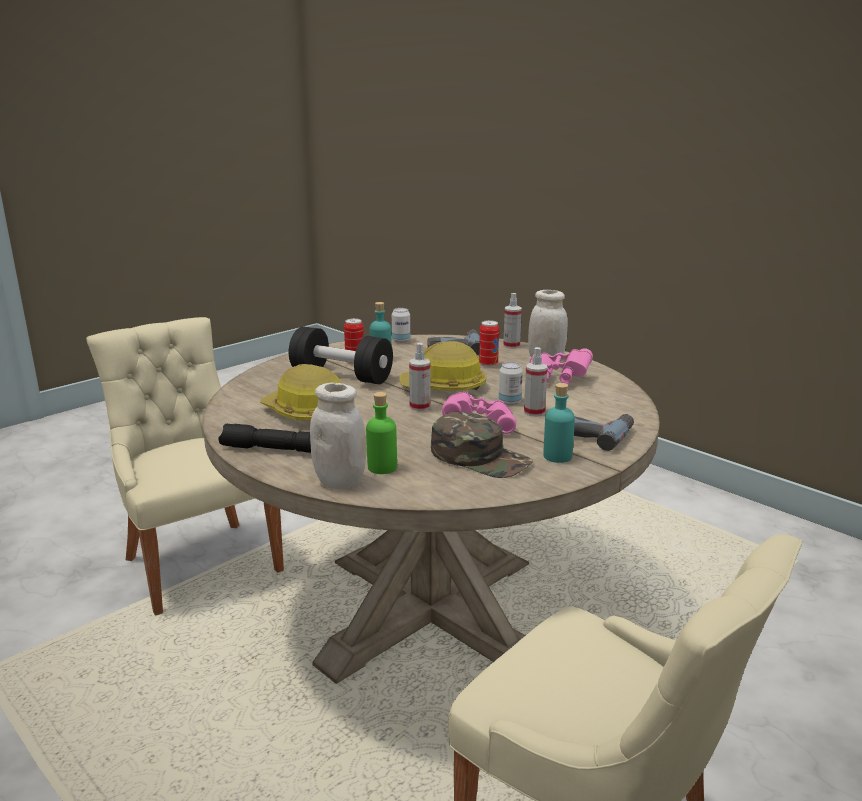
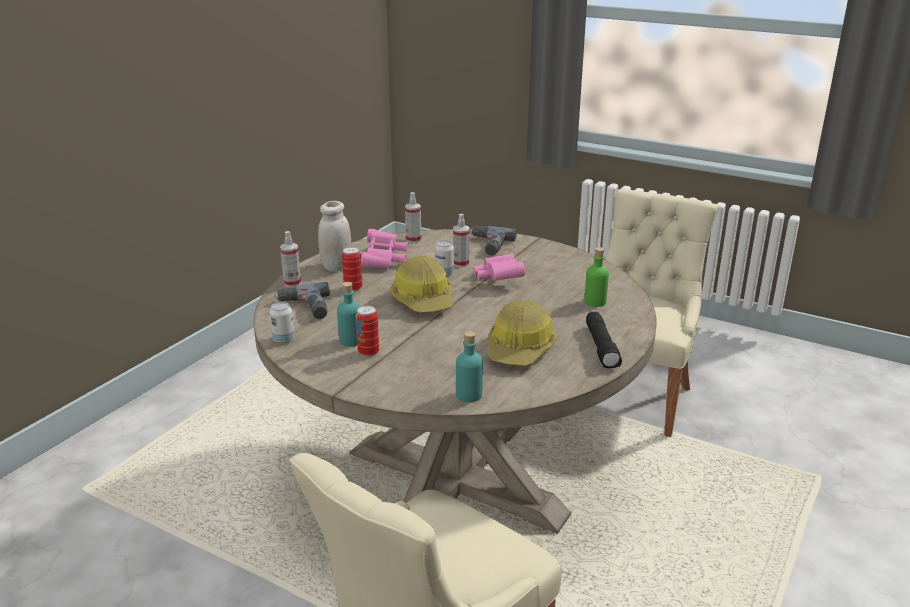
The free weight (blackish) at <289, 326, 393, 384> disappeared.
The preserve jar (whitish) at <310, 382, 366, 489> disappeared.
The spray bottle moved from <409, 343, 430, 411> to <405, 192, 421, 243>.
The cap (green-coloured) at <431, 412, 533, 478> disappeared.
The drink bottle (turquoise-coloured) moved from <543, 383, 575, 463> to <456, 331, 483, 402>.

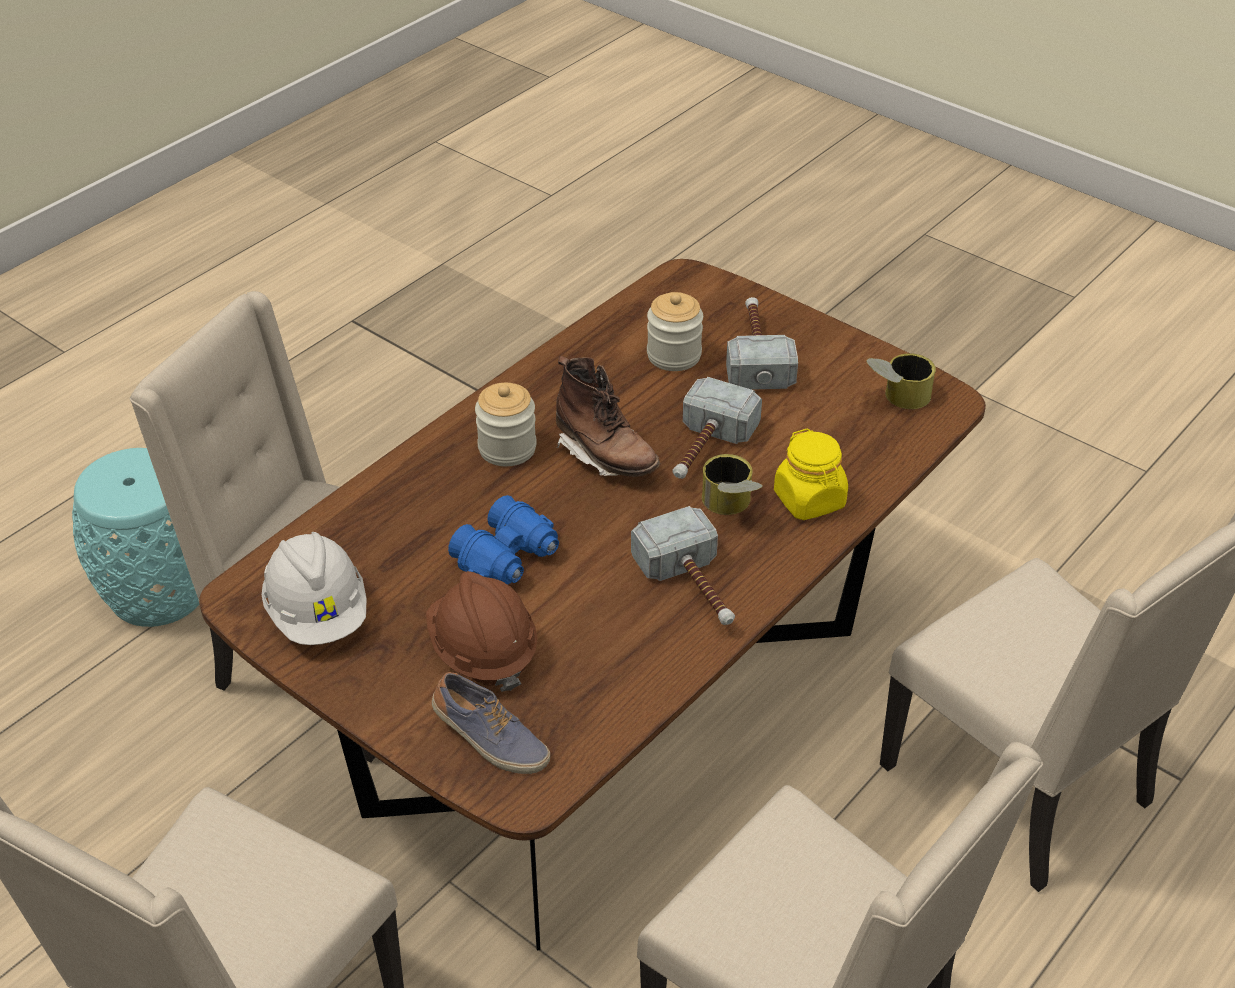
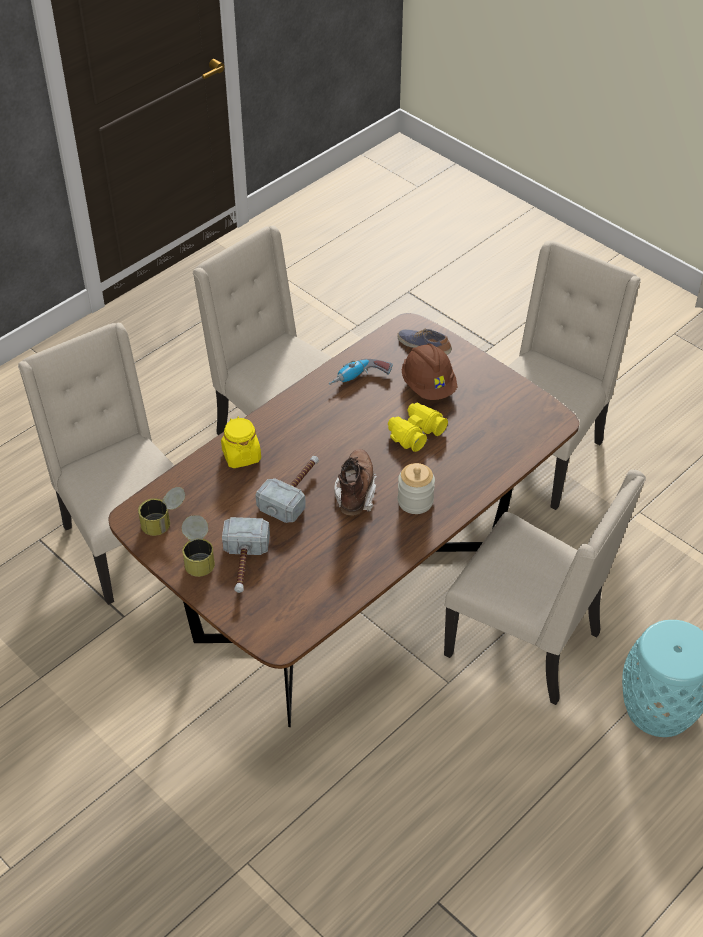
The safety helmet (whitish) at <262, 532, 367, 645> disappeared.
The pair of binoculars (bluish) at <448, 495, 559, 585> became the pair of binoculars (yellowish) at <388, 403, 448, 452>.
The boot (brown-coloured) at <556, 356, 660, 477> turned 45 degrees clockwise.
The tool hammer at <631, 506, 735, 625> disappeared.
The preserve jar at <647, 292, 703, 371> disappeared.
The can moved from <702, 454, 762, 515> to <181, 515, 215, 577>.
The power drill at <329, 359, 392, 385> appeared.

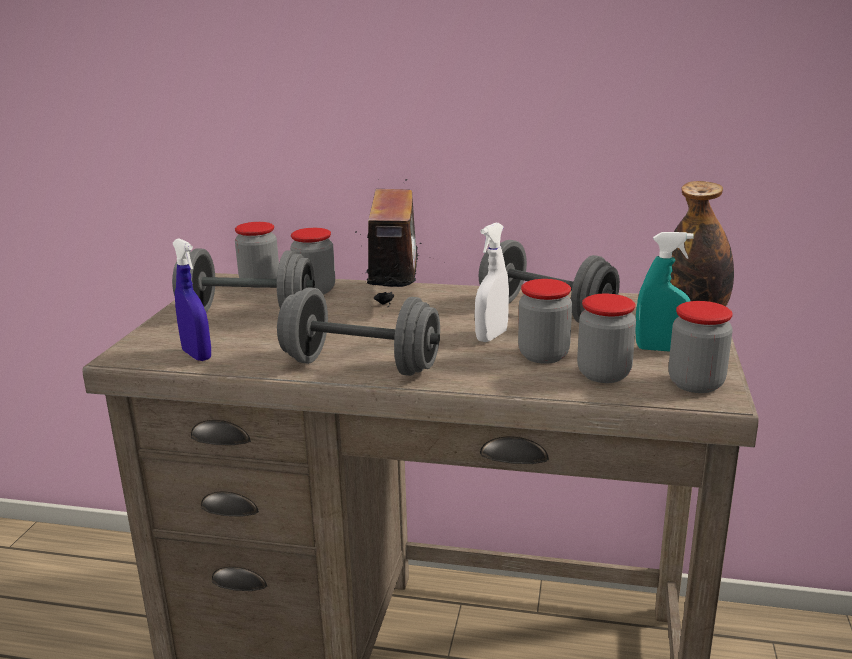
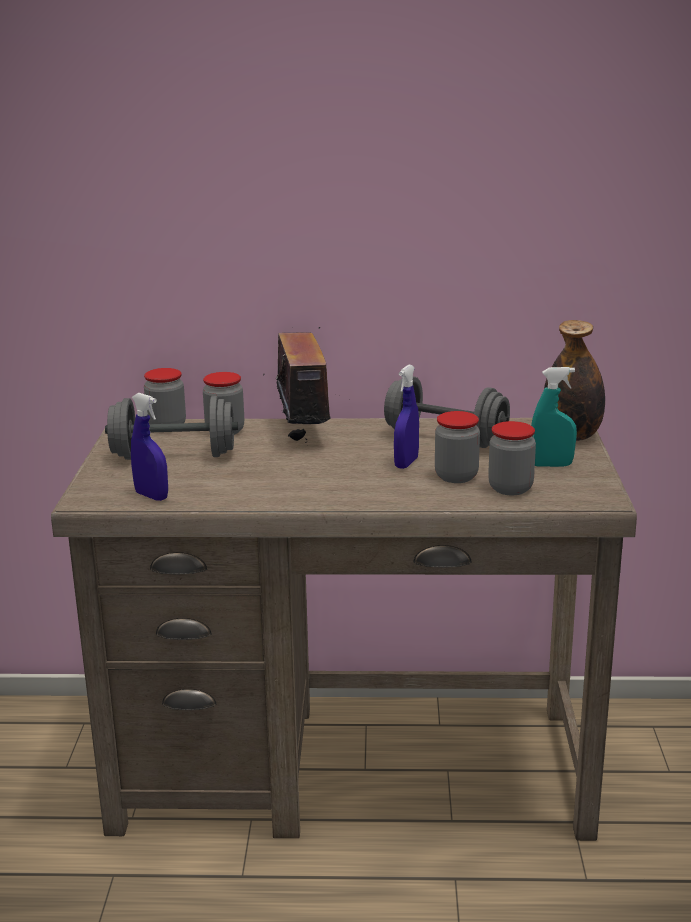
The free weight (gray) at <277, 287, 440, 376> disappeared.
The spray bottle (whitish) at <475, 223, 509, 342> became the spray bottle (bluish) at <394, 365, 419, 469>.
The preserve jar at <669, 301, 733, 393> disappeared.

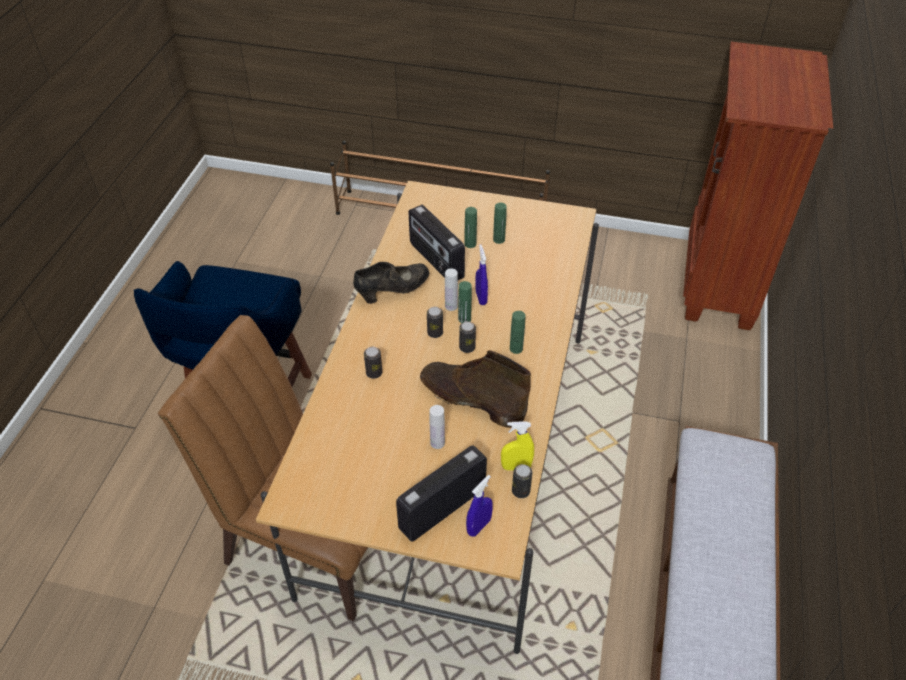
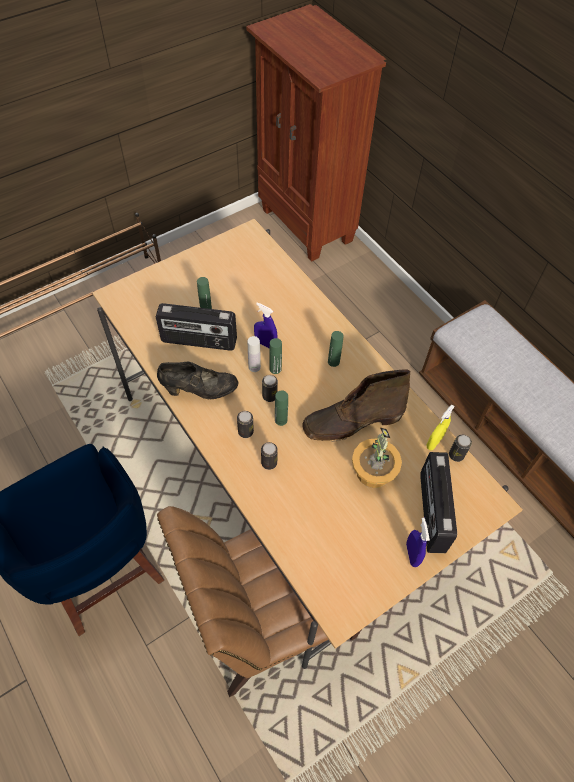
The shoe (blackish) at <353, 262, 429, 304> turned 75 degrees clockwise.
The drink bottle (whitish) at <430, 405, 445, 449> was replaced by the houseplant at <352, 427, 402, 488>.
The can moved from <459, 321, 476, 353> to <237, 411, 254, 438>.
The spray bottle (bluish) moved from <466, 475, 493, 537> to <406, 518, 430, 567>.
The drink bottle (green-coloured) moved from <493, 203, 507, 244> to <275, 390, 288, 426>.

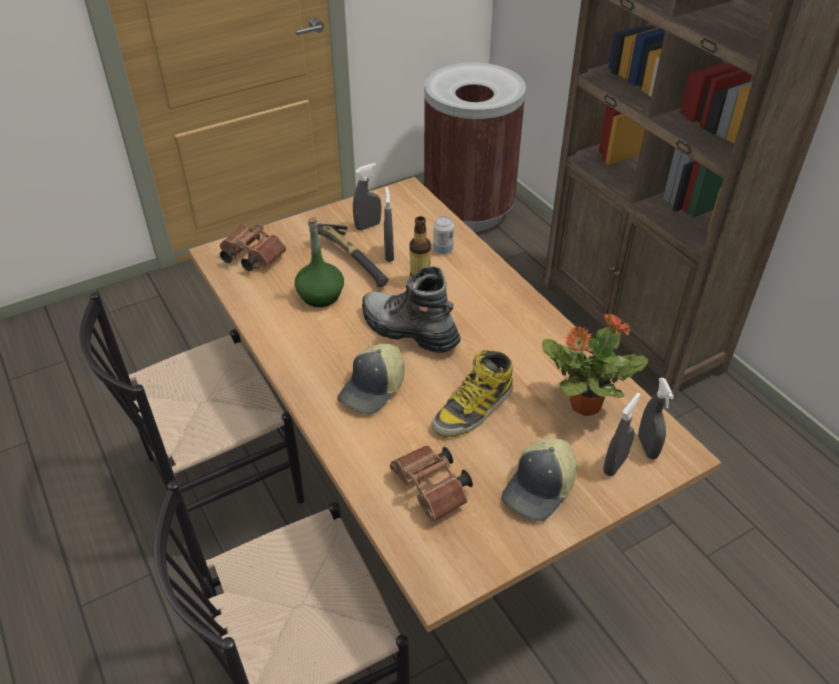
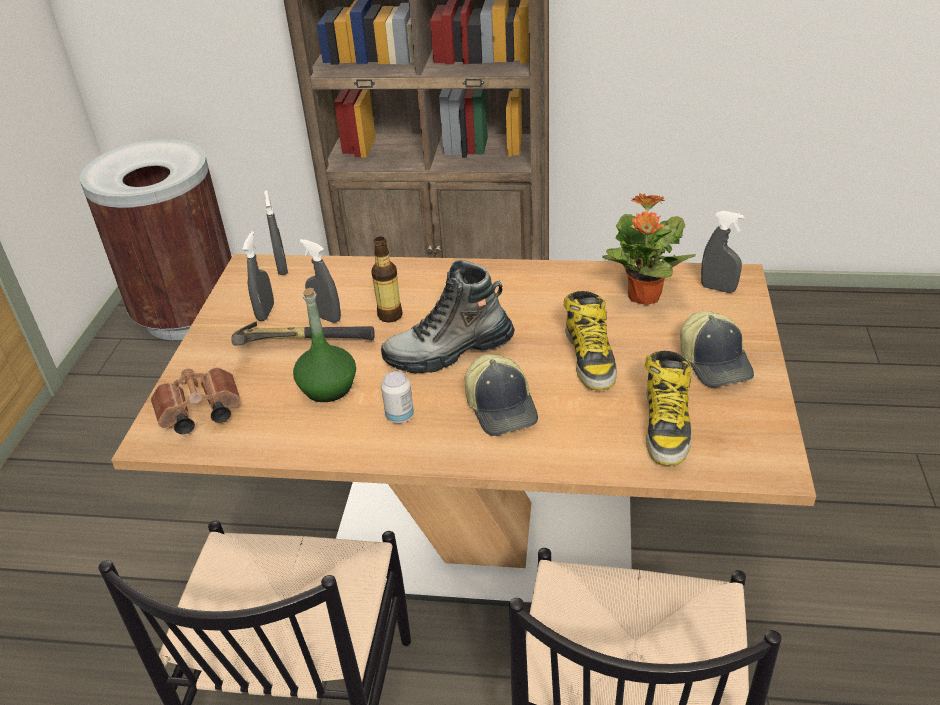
The pair of binoculars (brown-coloured) at <390, 446, 473, 522> was replaced by the boot at <645, 351, 692, 466>.
The can moved from <433, 216, 454, 254> to <381, 371, 414, 423>.
The spray bottle (gray) moved from <603, 392, 641, 476> to <264, 190, 288, 275>.

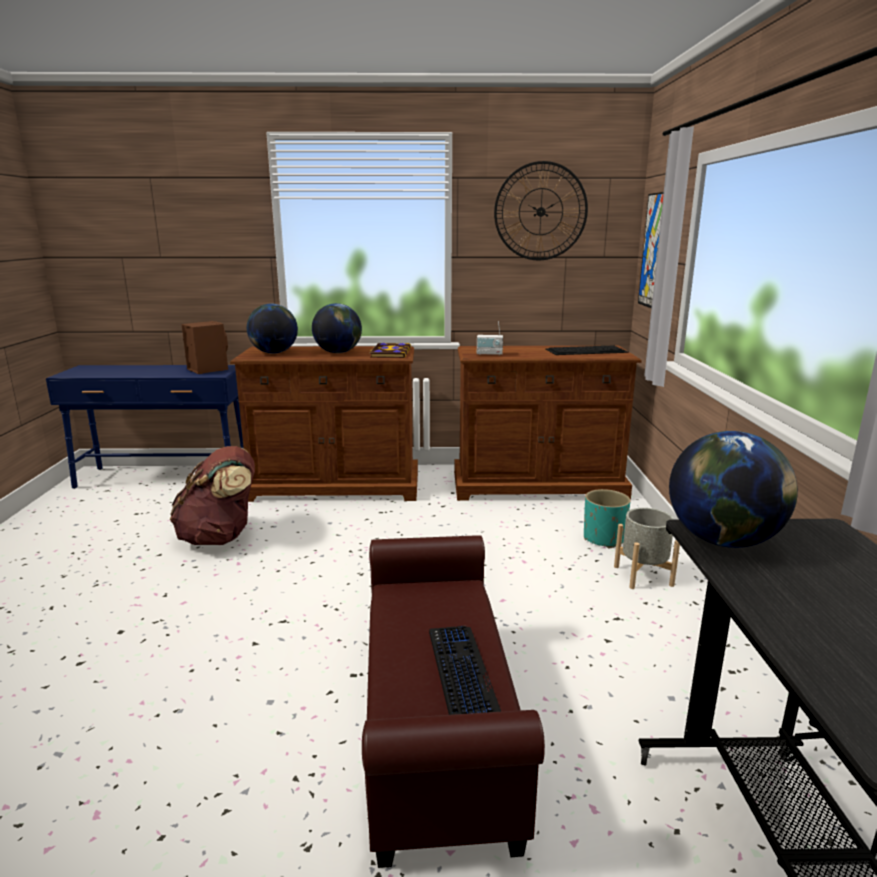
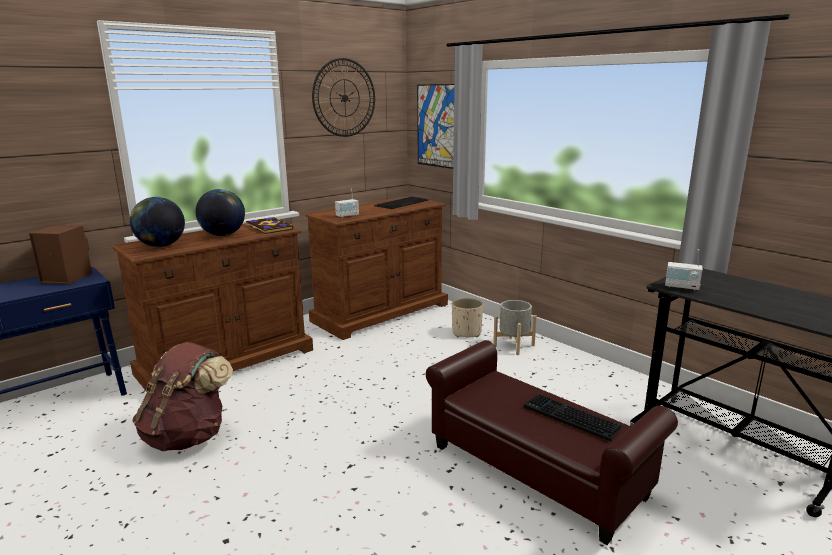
The plant pot (turquoise-coloured) at <584, 489, 631, 549> became the plant pot (beige) at <452, 298, 483, 338>.
The globe at <669, 431, 798, 548> was replaced by the radio at <665, 249, 703, 291>.

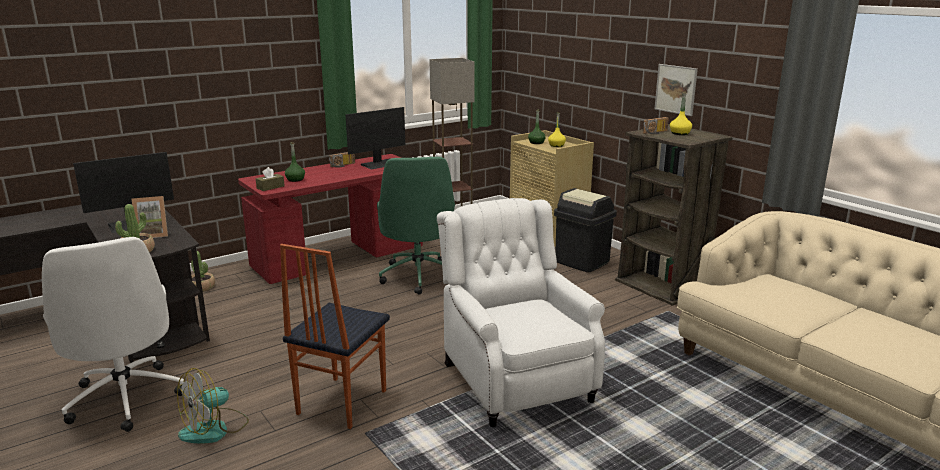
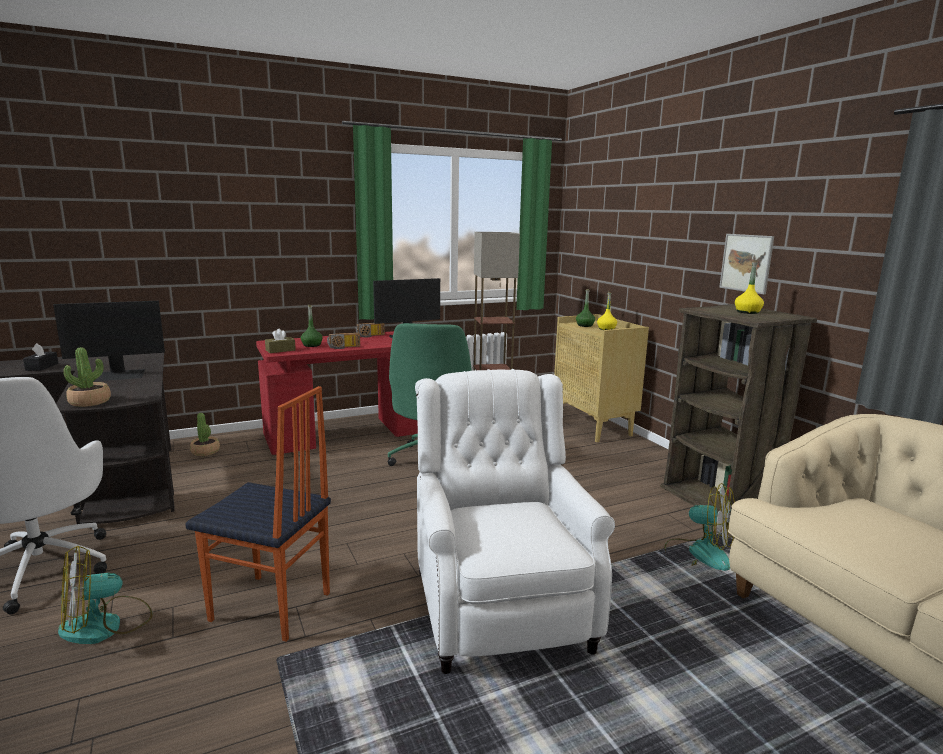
The picture frame at <132, 196, 168, 238> disappeared.
The upright chair at <280, 244, 390, 429> turned 105 degrees counterclockwise.
The rubbish bin (blackish) at <554, 188, 617, 273> disappeared.
The radio moved from <643, 117, 669, 135> to <327, 333, 360, 349>.
The box of tissues (blackish) at <23, 343, 58, 371> appeared.
The cooling fan at <664, 483, 735, 571> appeared.

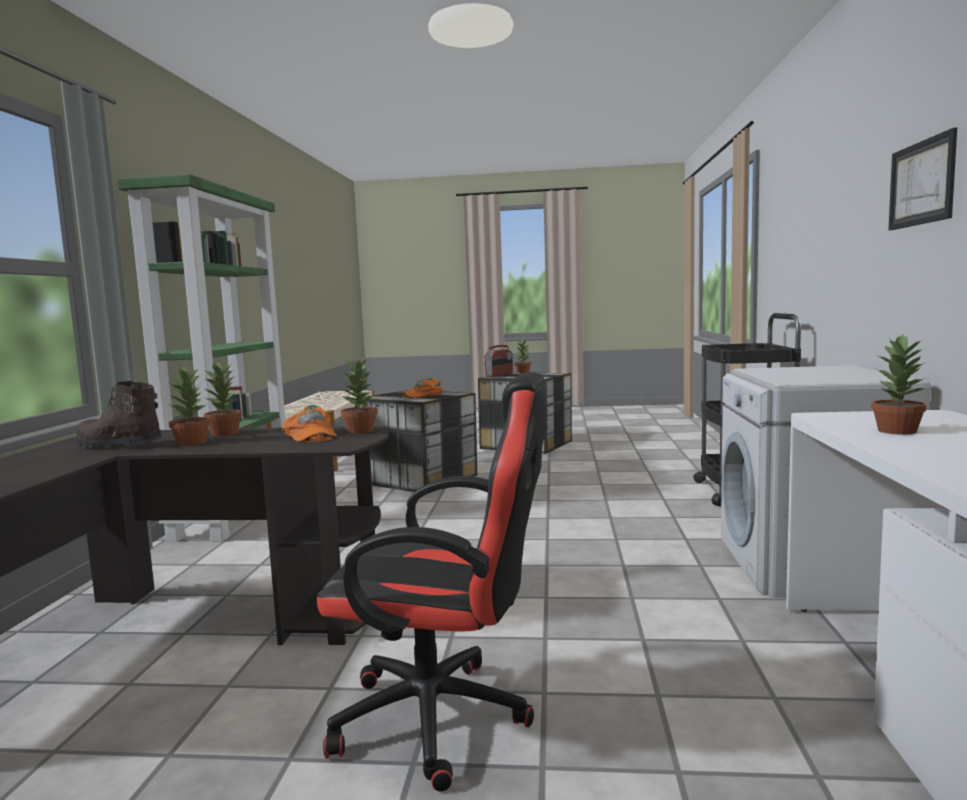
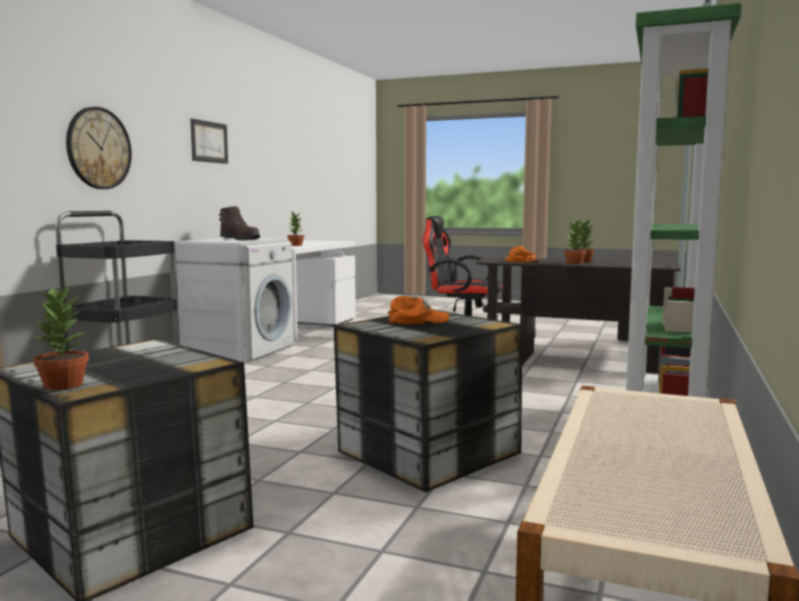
The boot (brown-coloured) moved from <76, 381, 162, 449> to <219, 206, 260, 240>.
The houseplant at <341, 355, 378, 434> disappeared.
The radio at <485, 345, 513, 377> disappeared.
The hanging clock at <66, 107, 132, 189> appeared.

